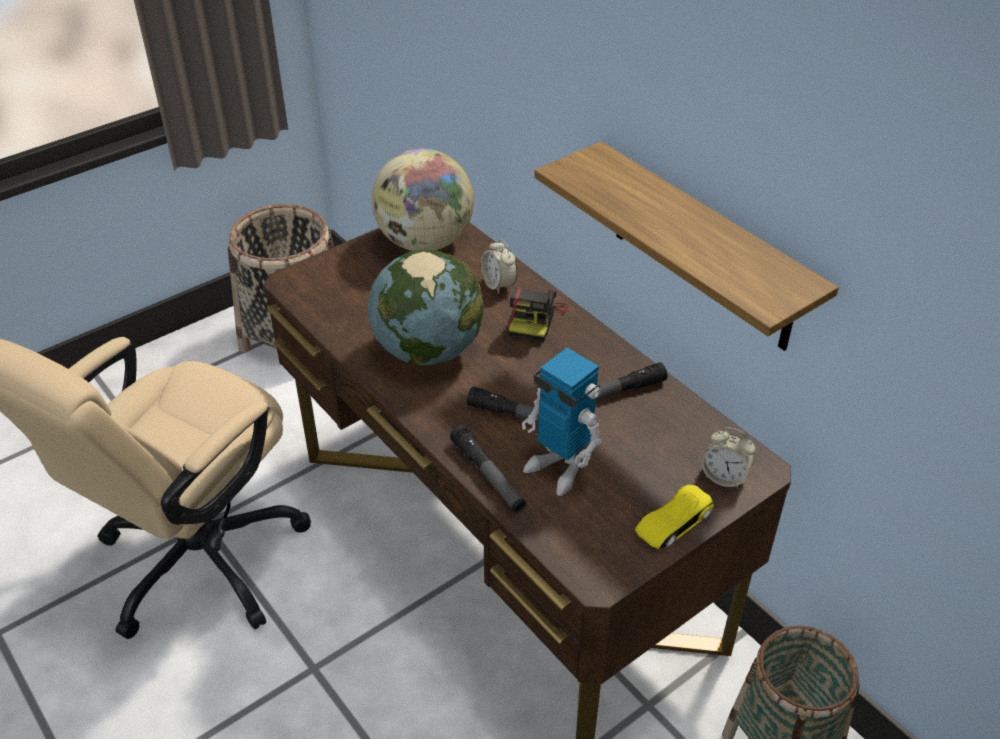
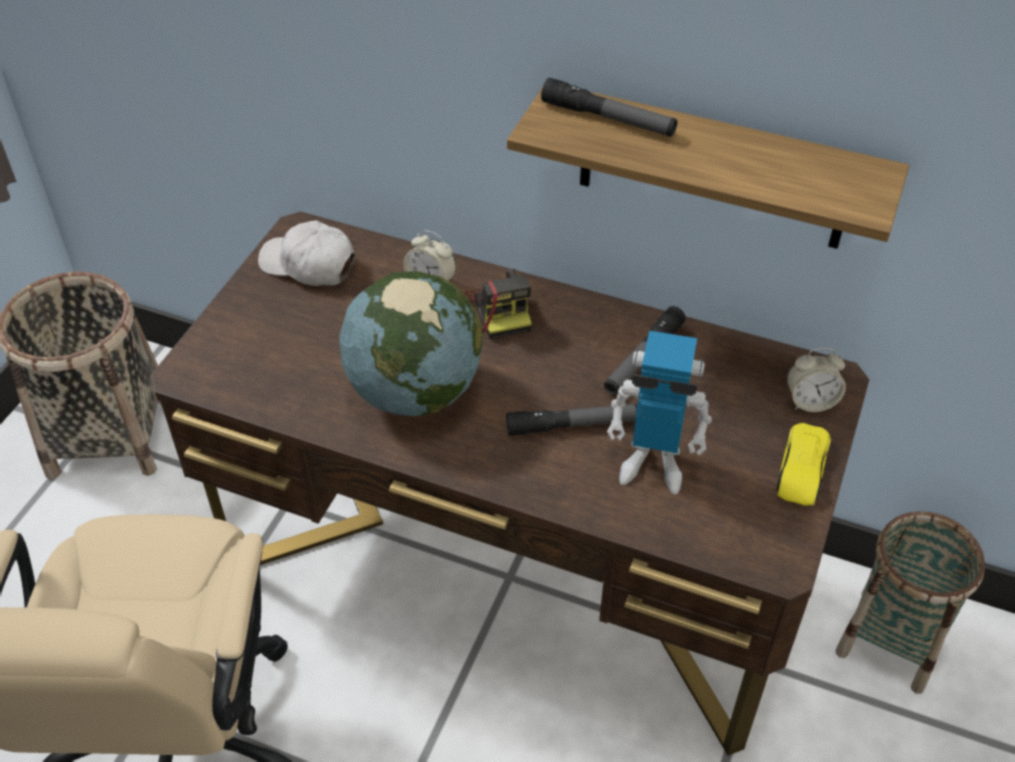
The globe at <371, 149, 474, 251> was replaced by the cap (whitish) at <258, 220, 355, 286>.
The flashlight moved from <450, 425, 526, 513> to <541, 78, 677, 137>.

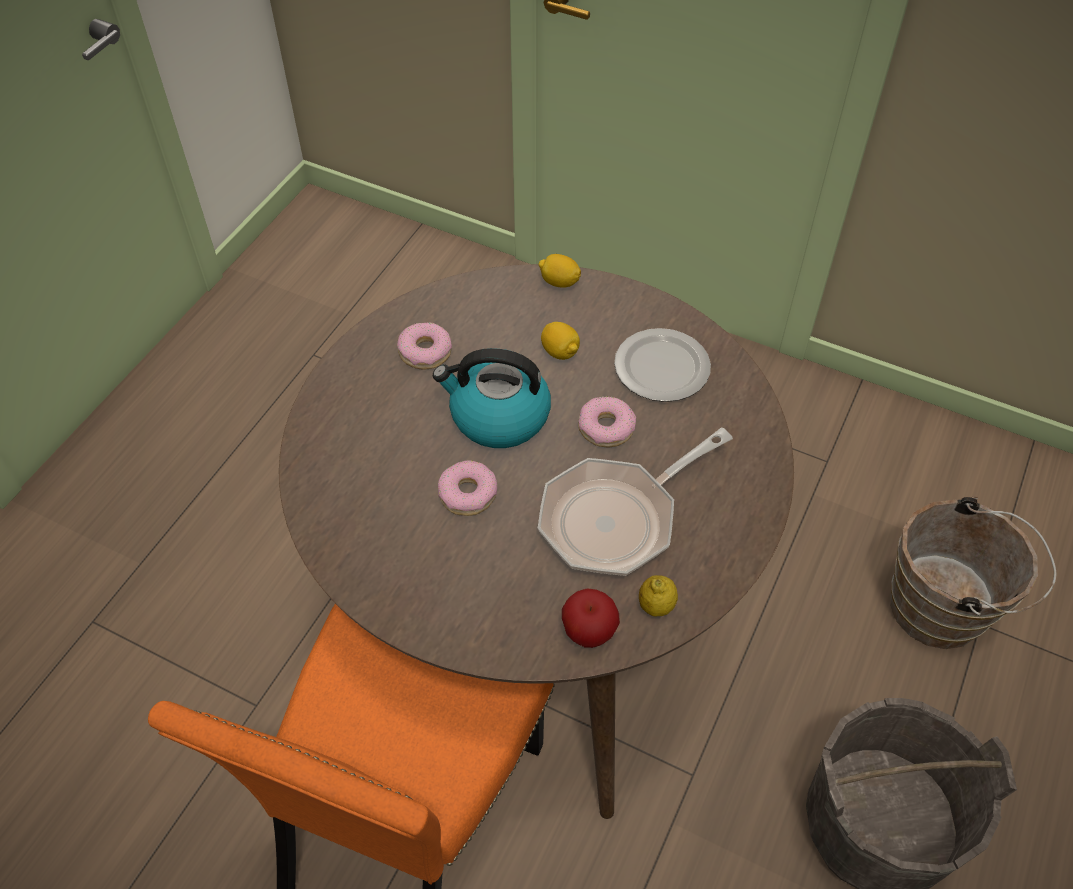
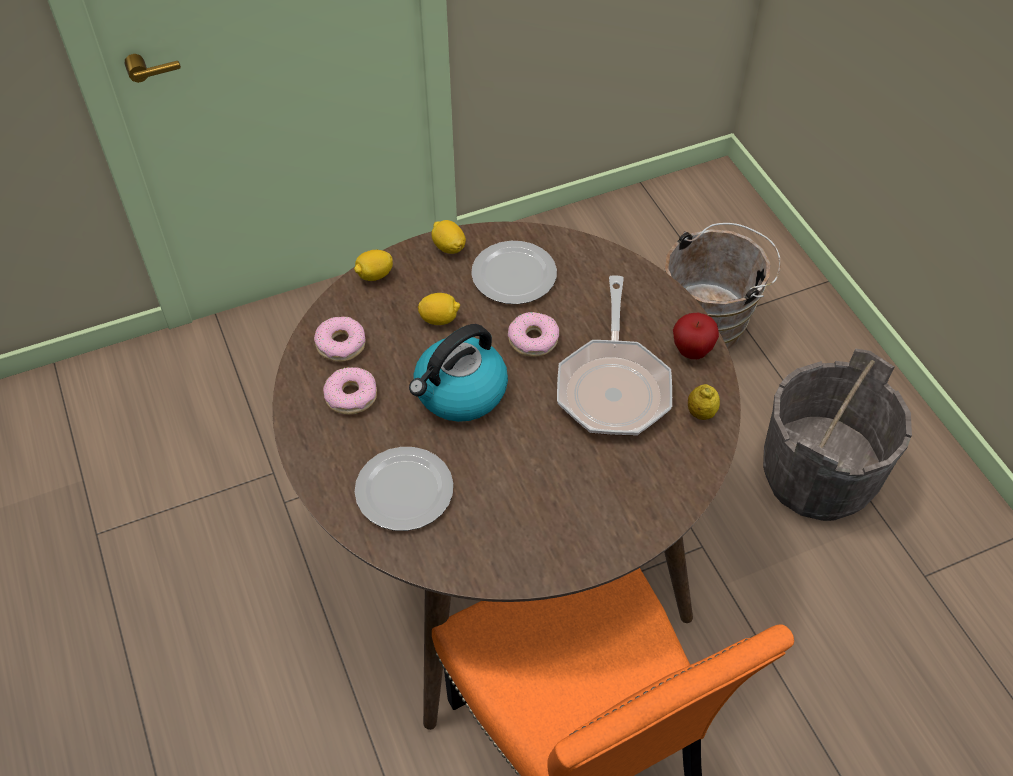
The ring doughnut moved from <438, 460, 497, 516> to <314, 316, 365, 362>.
The whole apple moved from <562, 589, 620, 648> to <673, 313, 719, 359>.
The flat dish at <355, 447, 453, 531> appeared.
The whole lemon at <432, 220, 466, 254> appeared.

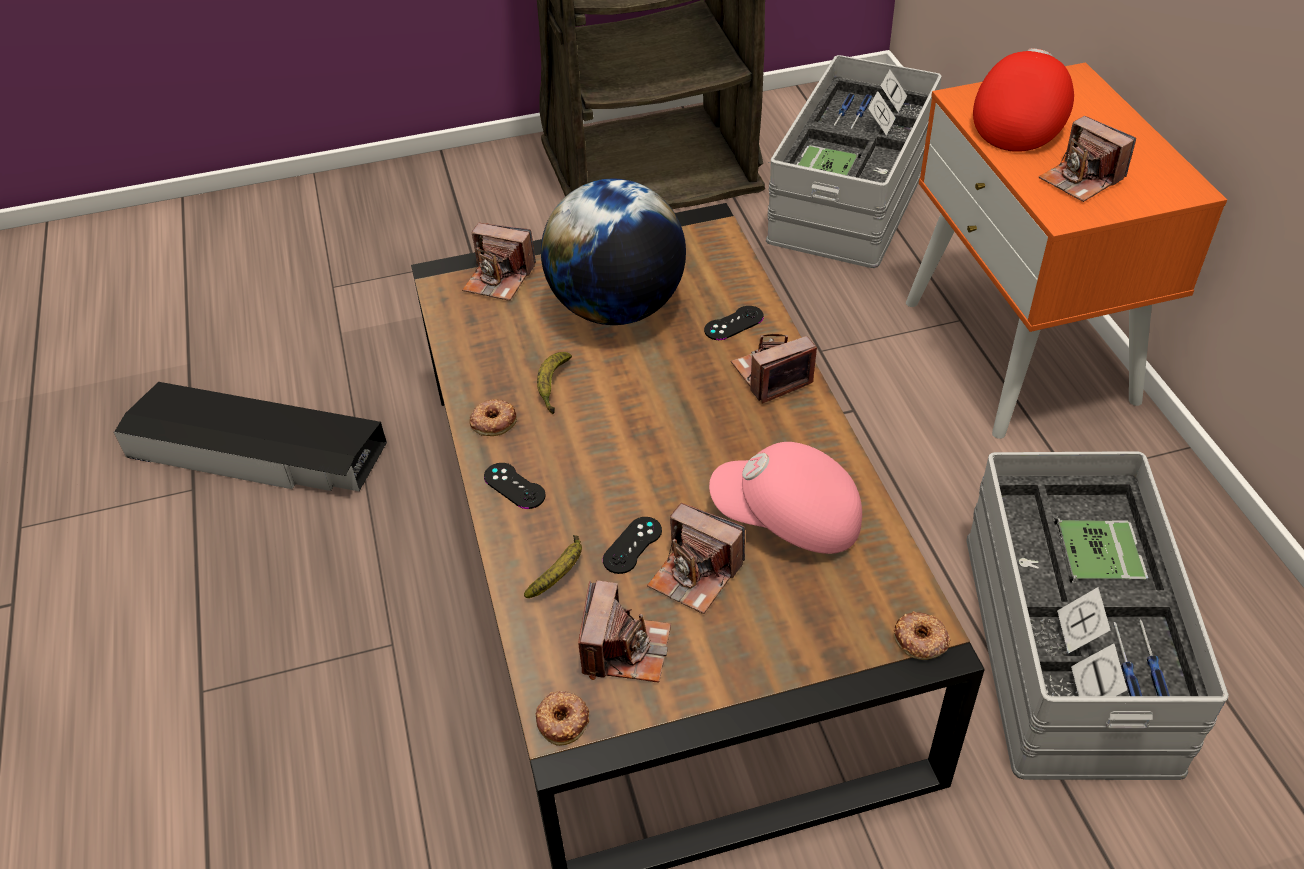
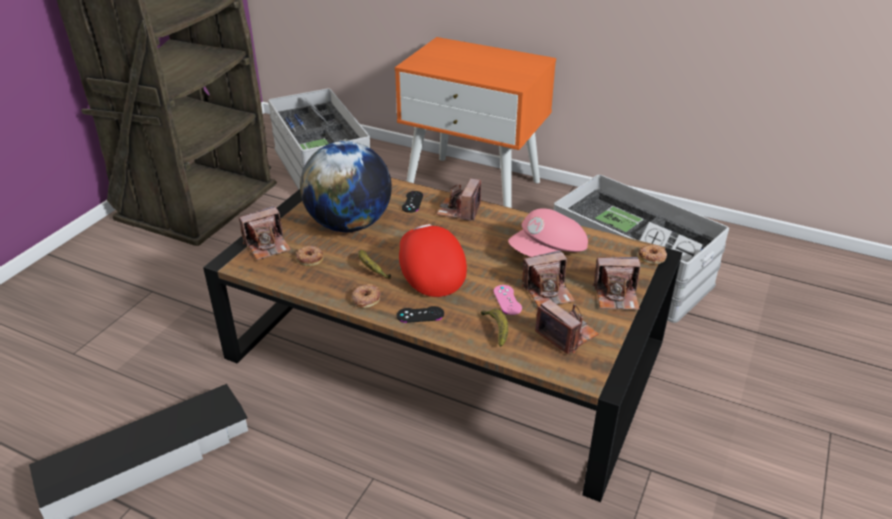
The ring doughnut moved from <535, 691, 589, 746> to <296, 246, 323, 266>.
The joypad (blackish) at <603, 517, 662, 574> became the joypad (pink-coloured) at <493, 285, 522, 315>.
The cap (red-coloured) moved from <973, 48, 1074, 152> to <399, 224, 467, 297>.
The photo camera moved from <1039, 116, 1136, 202> to <592, 257, 641, 310>.

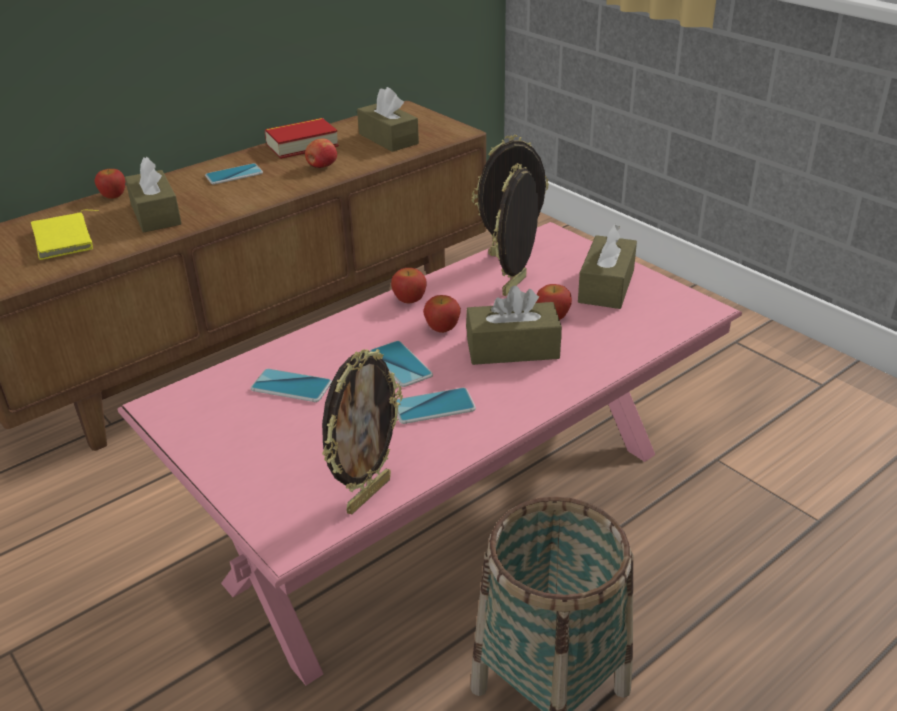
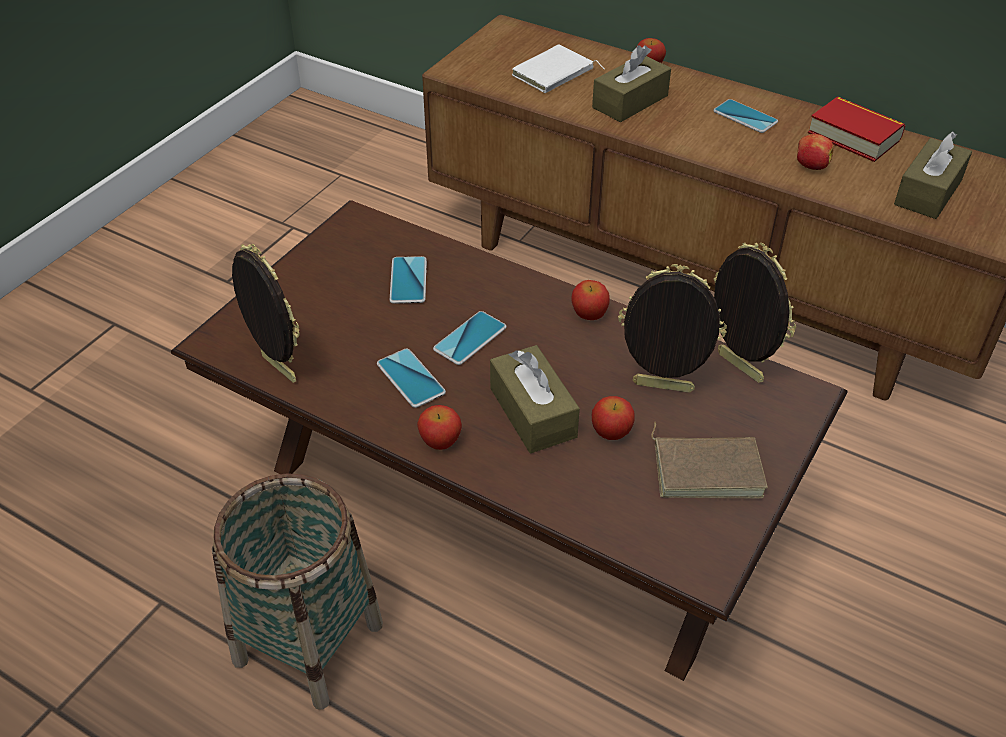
The book (yellowish) at <31, 210, 97, 260> became the book (whitish) at <512, 44, 604, 93>.
The coffee table (pink-coloured) at <118, 222, 742, 686> became the coffee table (brown-coloured) at <171, 200, 848, 681>.
The picture frame at <322, 349, 403, 514> turned 150 degrees counterclockwise.
The whole apple moved from <423, 295, 461, 333> to <417, 405, 462, 450>.
The box of tissues (brown-coloured) at <578, 224, 637, 309> was replaced by the book (brown-coloured) at <651, 422, 768, 498>.

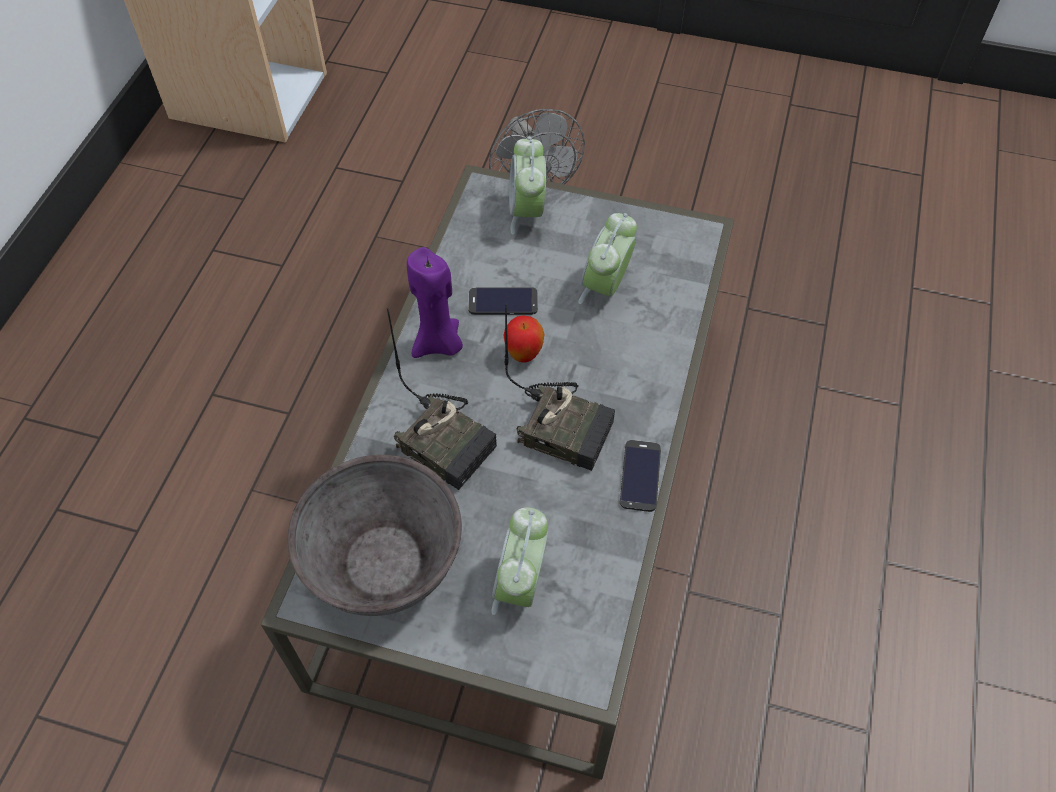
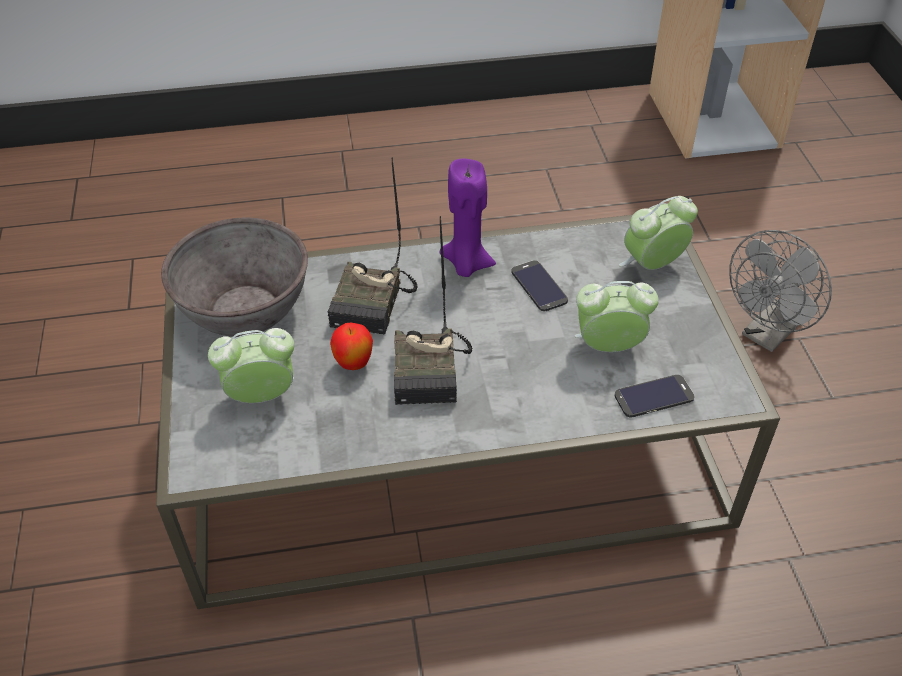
The whole apple moved from <504, 315, 545, 363> to <330, 322, 373, 370>.
The telephone moved from <620, 440, 661, 512> to <615, 375, 694, 417>.

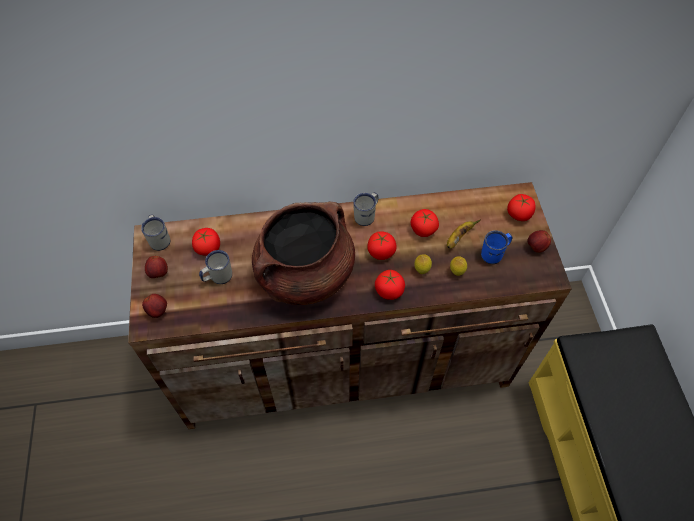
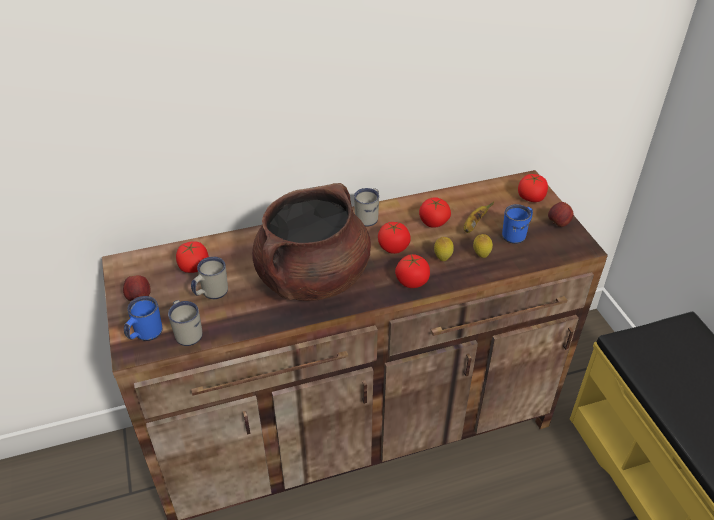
The mug (whitish) moved from <141, 214, 170, 251> to <168, 300, 203, 346>.
The whole apple at <142, 294, 167, 318> was replaced by the mug (bluish) at <124, 296, 162, 341>.

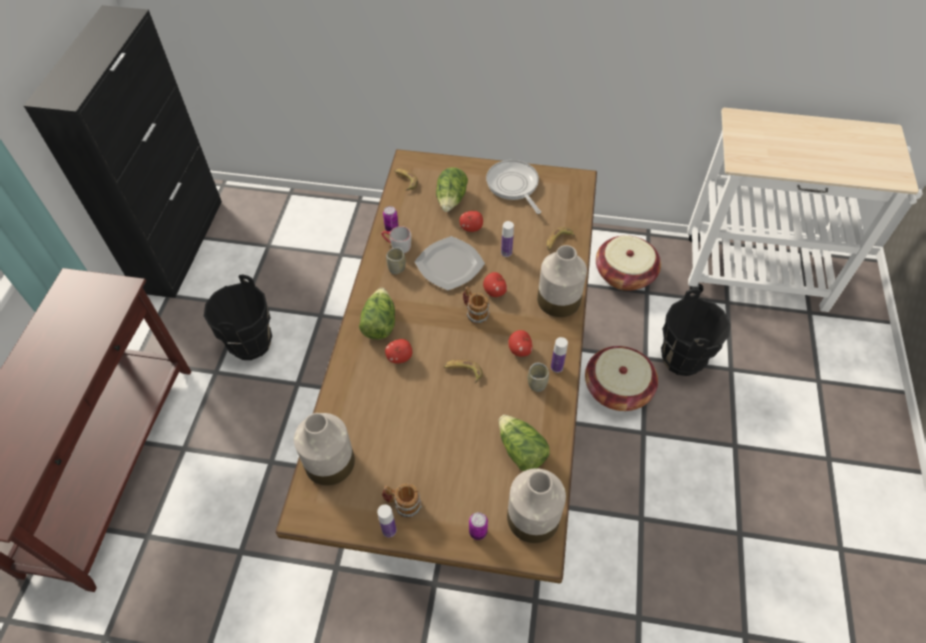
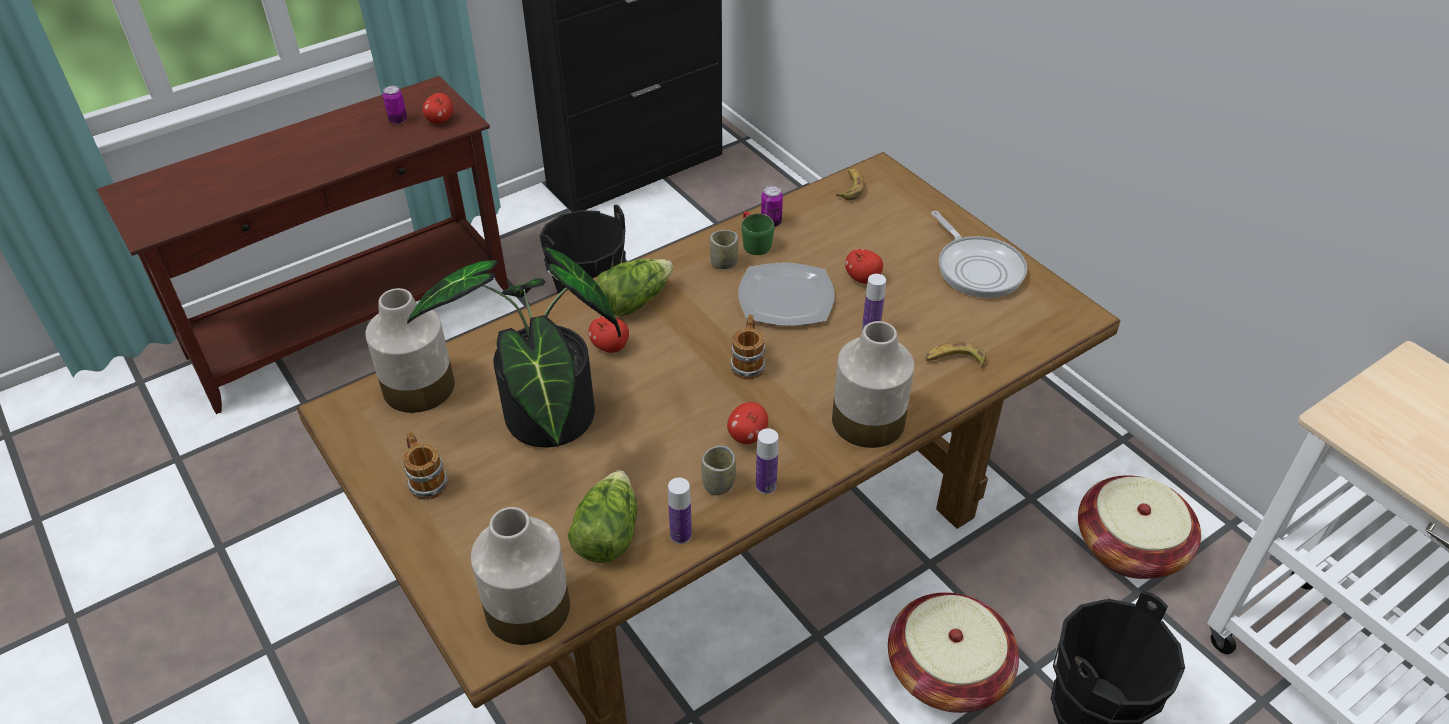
The drink bottle moved from <377, 504, 396, 538> to <668, 478, 692, 544>.
The mug (gray) at <381, 226, 411, 253> became the mug (green-coloured) at <741, 211, 774, 255>.
The head of lettuce at <436, 167, 468, 212> disappeared.
The banana fruit at <444, 359, 483, 383> disappeared.
The can moved from <469, 512, 488, 540> to <383, 86, 407, 124>.
The whole apple moved from <483, 272, 507, 297> to <423, 93, 453, 124>.
The pan at <486, 160, 541, 214> turned 135 degrees clockwise.
The houseplant at <407, 247, 621, 448> appeared.

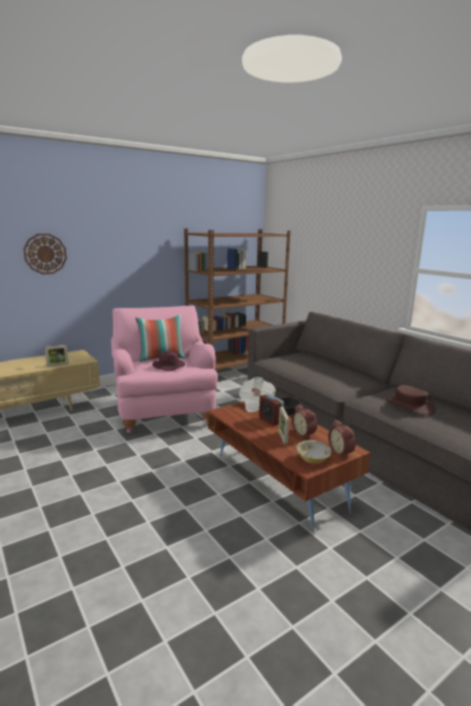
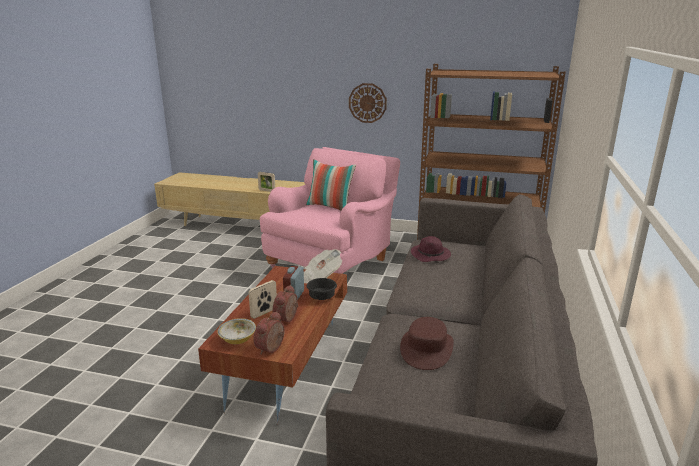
The hanging clock moved from <23, 234, 67, 274> to <349, 83, 387, 123>.
The wearable hat (purplish) moved from <152, 351, 185, 371> to <411, 236, 451, 262>.

